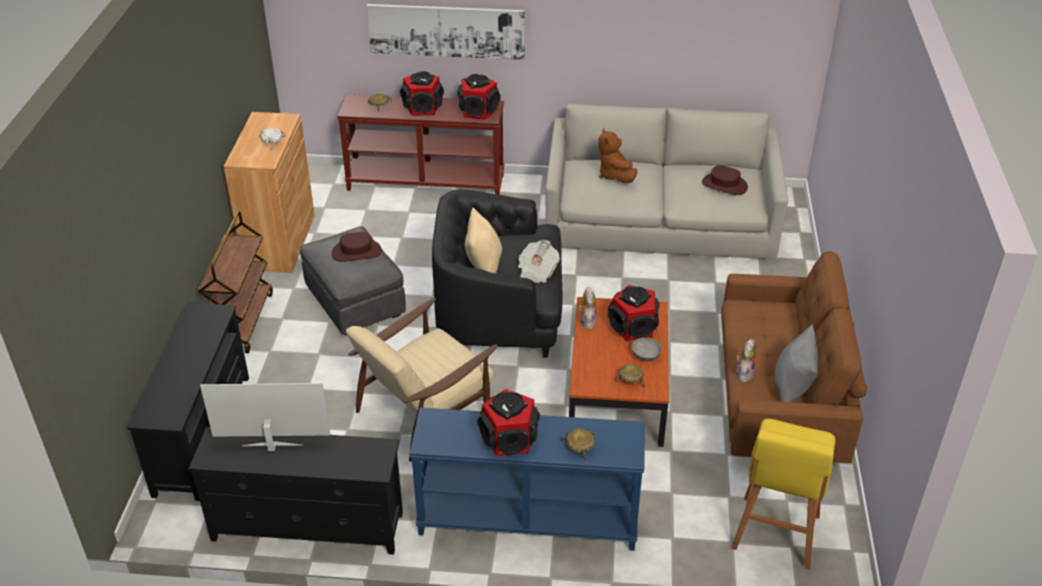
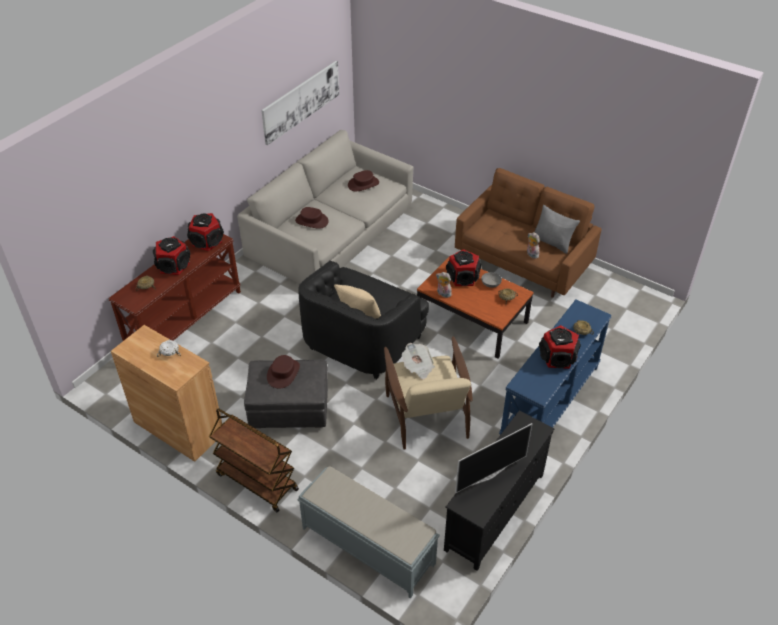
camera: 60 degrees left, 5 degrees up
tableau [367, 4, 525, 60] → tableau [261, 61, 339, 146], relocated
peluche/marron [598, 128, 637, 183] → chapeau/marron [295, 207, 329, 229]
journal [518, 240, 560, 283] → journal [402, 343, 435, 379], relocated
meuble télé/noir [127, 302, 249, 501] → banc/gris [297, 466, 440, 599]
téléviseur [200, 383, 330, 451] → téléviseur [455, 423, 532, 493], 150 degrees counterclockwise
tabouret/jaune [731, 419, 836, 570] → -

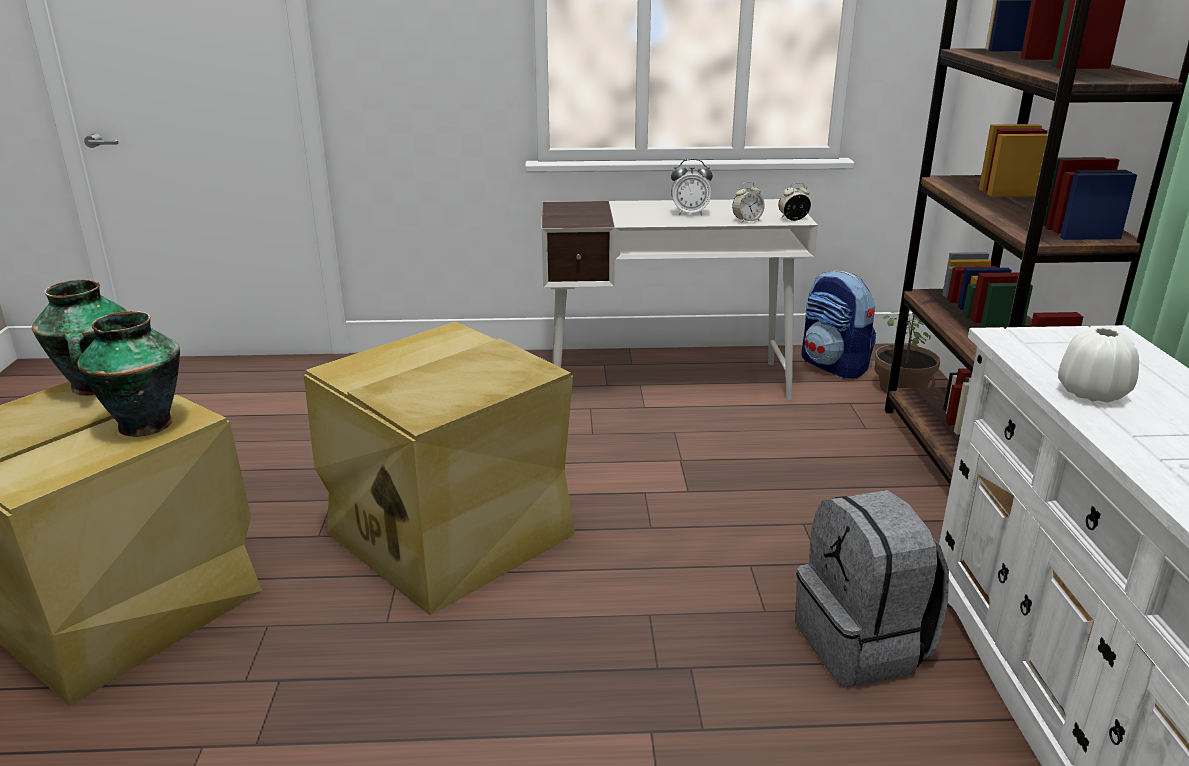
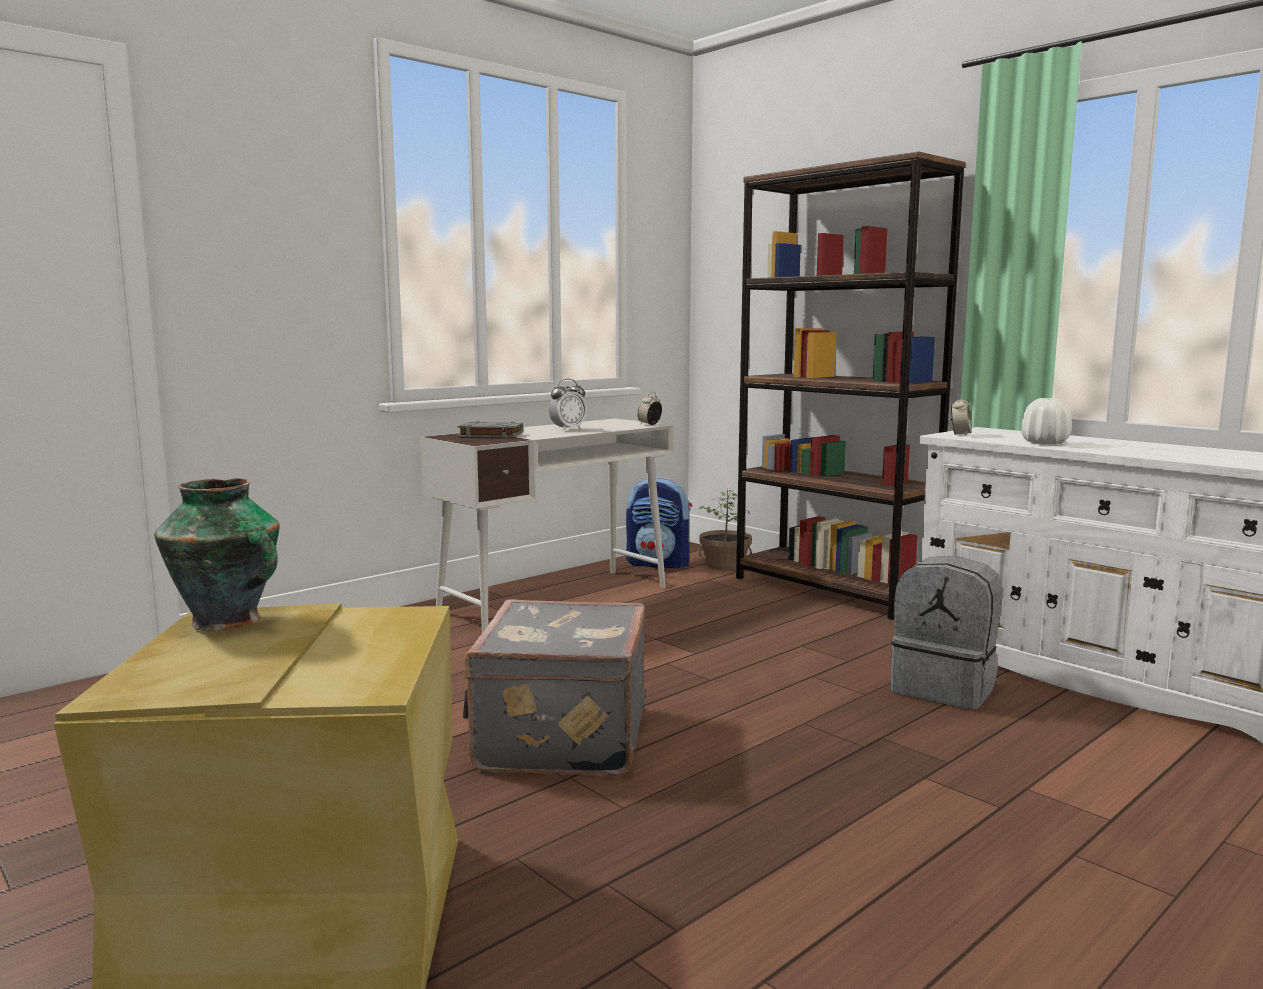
camera: 40 degrees left, 15 degrees down
réveil [732, 182, 765, 223] → réveil [951, 394, 972, 436], relocated
vase [77, 311, 180, 437] → -
boîte de rangement/beige [304, 322, 575, 615] → valise/gris [463, 599, 645, 776]
- → livre/gris [458, 421, 523, 438]

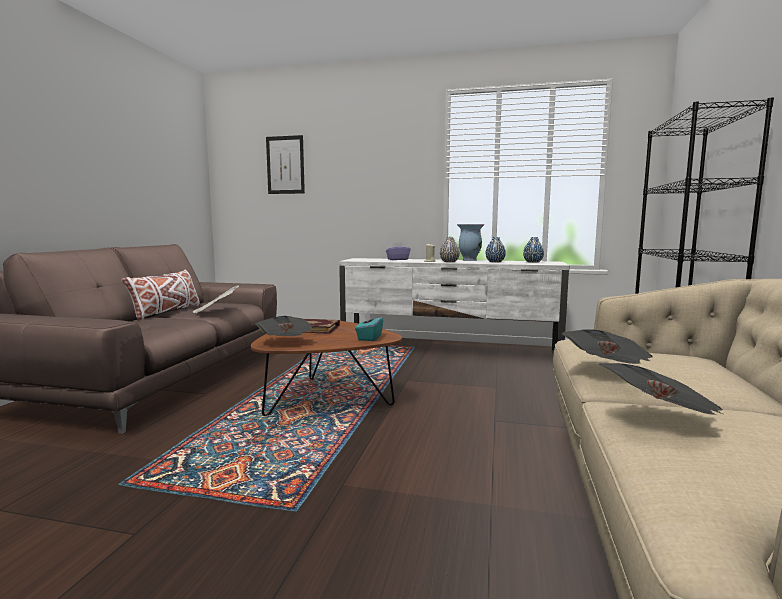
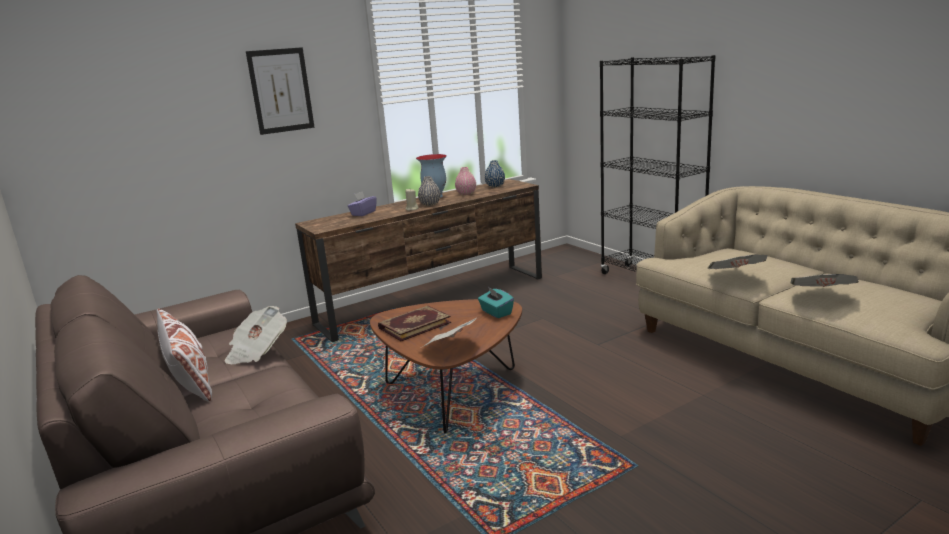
camera: 45 degrees left, 10 degrees up
tableau [266, 135, 305, 194] → tableau [246, 47, 315, 135], relocated
vase/bleu [485, 237, 506, 262] → vase/rose [455, 167, 476, 195]
meuble télé/blanc [339, 258, 570, 355] → meuble télé/marron [295, 179, 542, 342]

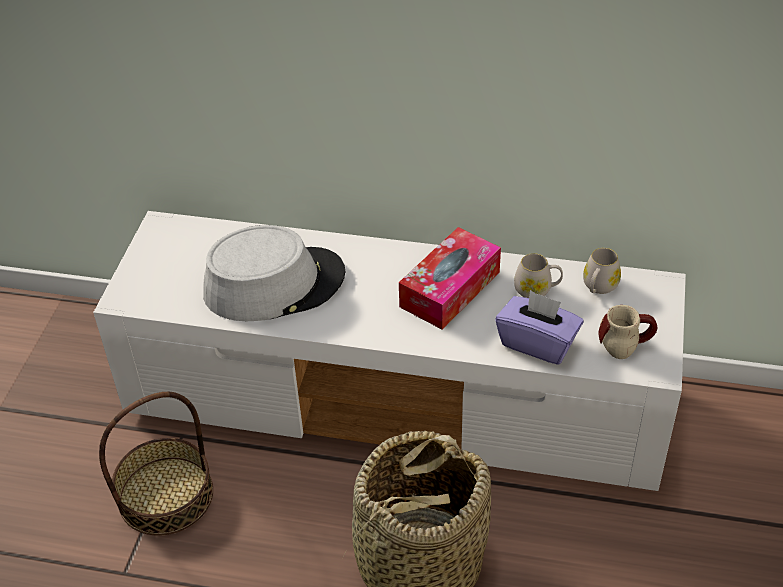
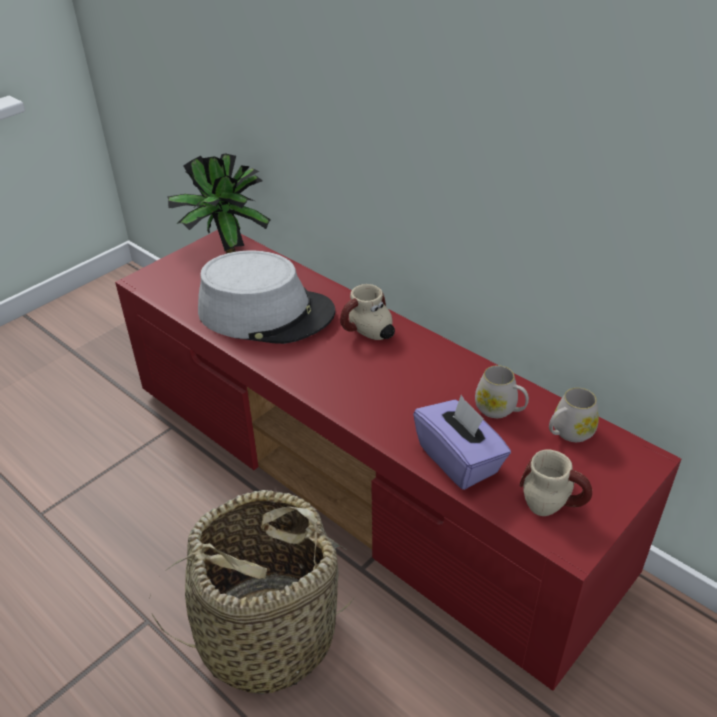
camera: 30 degrees right, 5 degrees down
meuble télé/blanc [93, 211, 686, 491] → meuble télé/rouge [115, 230, 681, 691]
boîte à mouchoirs [399, 227, 501, 330] → -
panier [99, 392, 213, 536] → -
- → plante en pot [167, 153, 271, 254]
- → mug [340, 284, 395, 340]

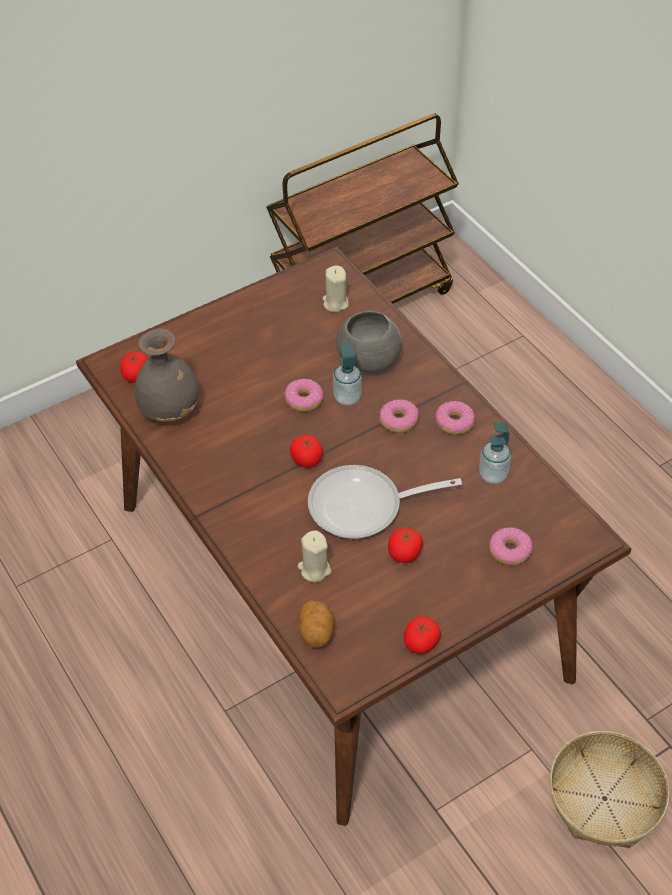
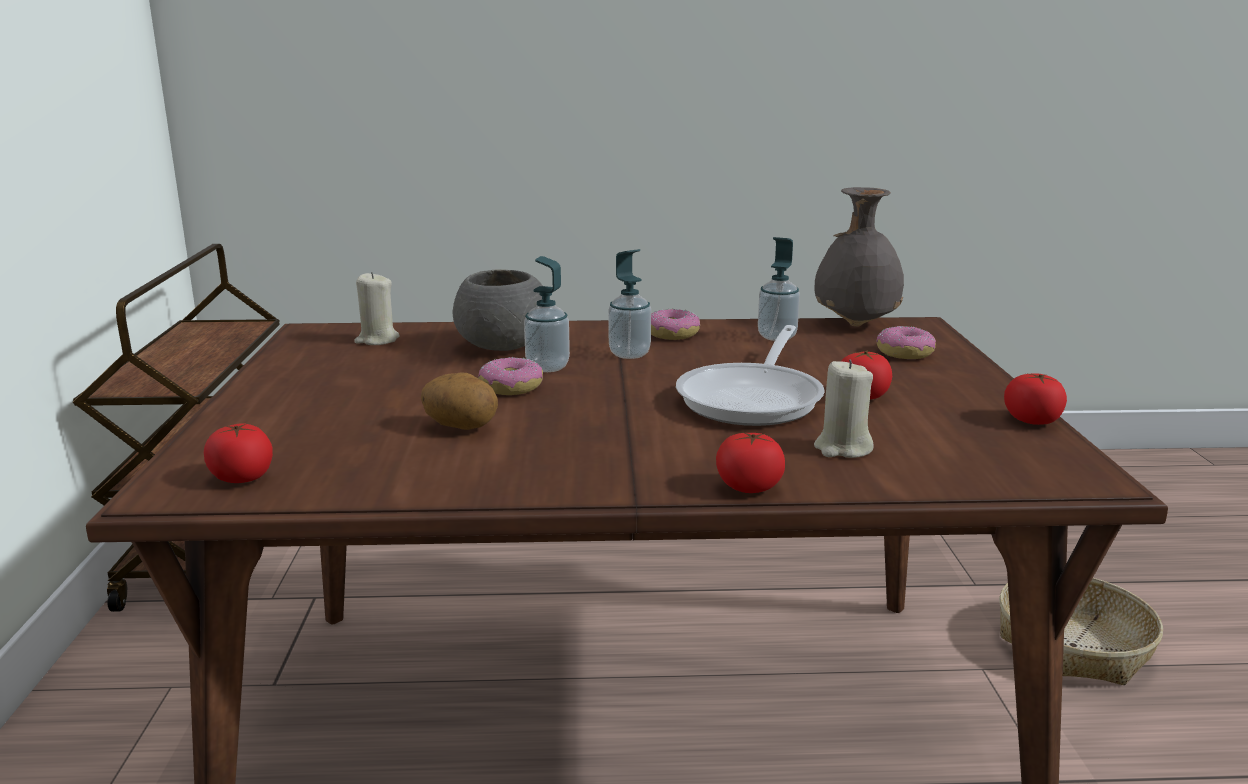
camera: 60 degrees left, 30 degrees down
vase/gris [135, 328, 199, 422] → vase/gris [815, 187, 904, 327], relocated
beignet [380, 399, 419, 433] → distributeur de savon [608, 249, 651, 359]
tomate [290, 435, 323, 468] → tomate [716, 432, 785, 493], relocated
pomme de terre [299, 600, 335, 648] → pomme de terre [421, 372, 498, 430], relocated

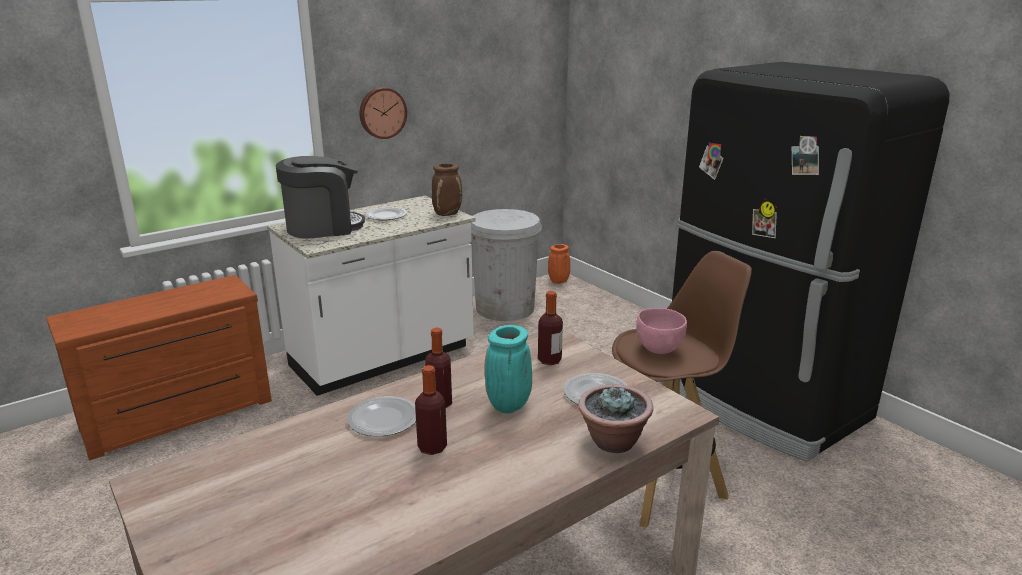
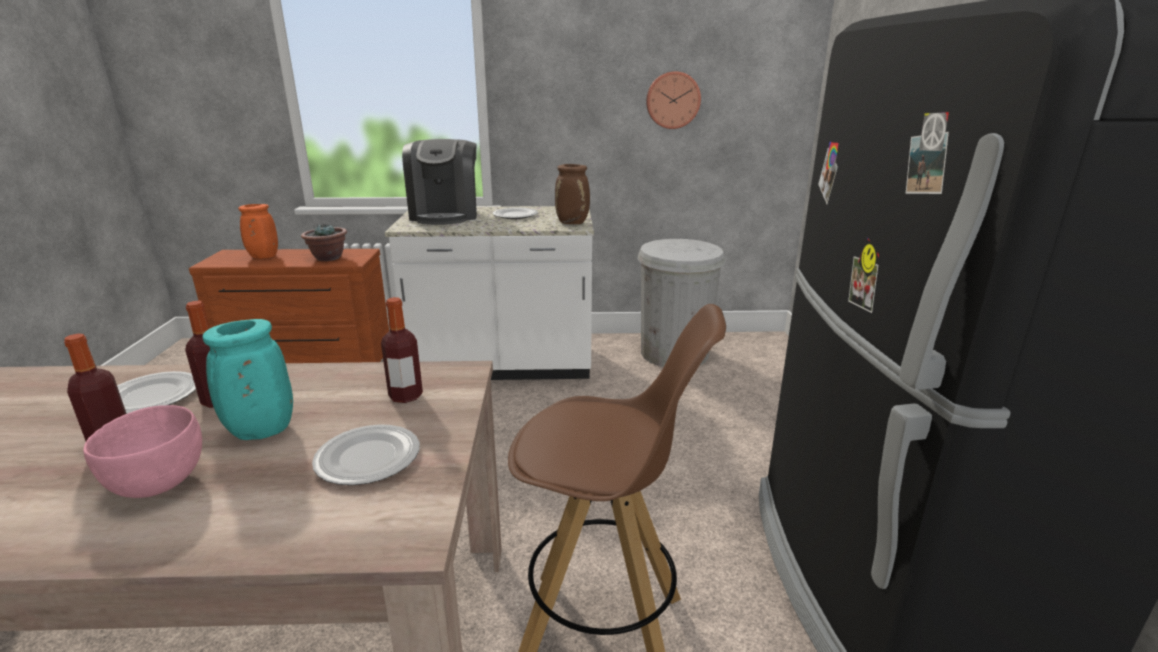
camera: 35 degrees right, 0 degrees up
horloge murale [359, 87, 407, 139] → horloge murale [646, 71, 701, 129], relocated
machine à café [276, 156, 365, 239] → machine à café [402, 139, 477, 225], 75 degrees clockwise
vase/orange [548, 244, 570, 284] → vase/orange [238, 204, 278, 259], relocated
bol/rose [636, 308, 687, 354] → bol/rose [83, 405, 202, 498], relocated
plante en pot [578, 385, 653, 453] → plante en pot [301, 223, 347, 261], relocated

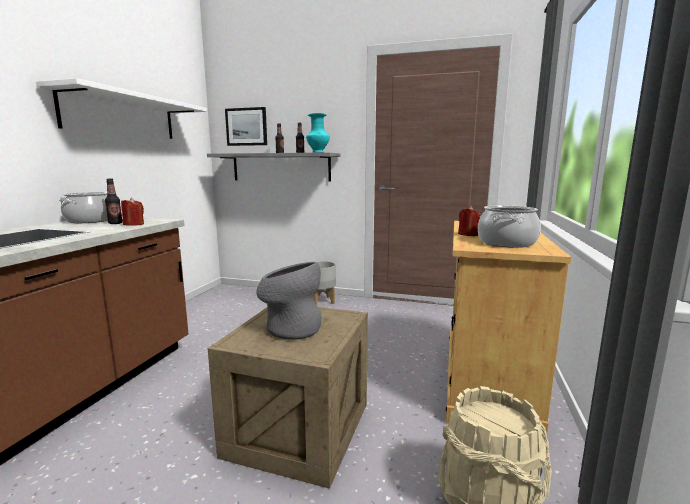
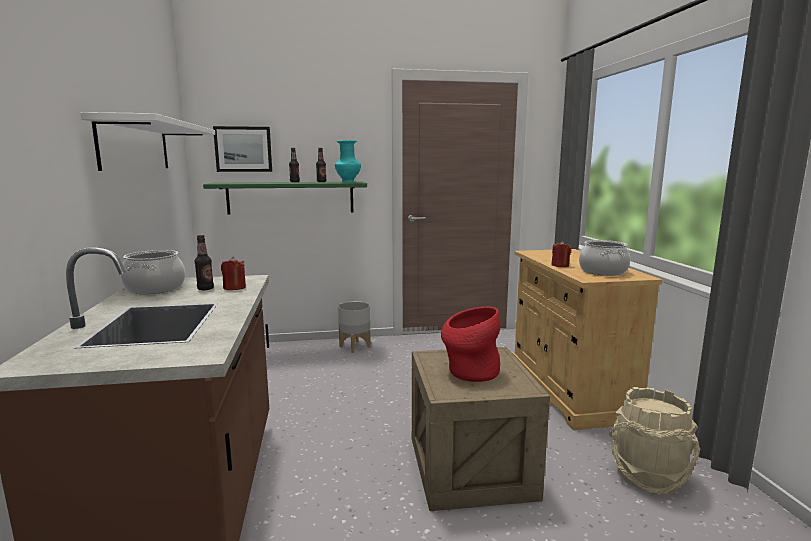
camera: 25 degrees left, 0 degrees up
étagère/gris [207, 152, 341, 181] → étagère/vert [203, 182, 367, 214]
vase/gris [256, 262, 321, 340] → vase/rouge [441, 307, 501, 382]

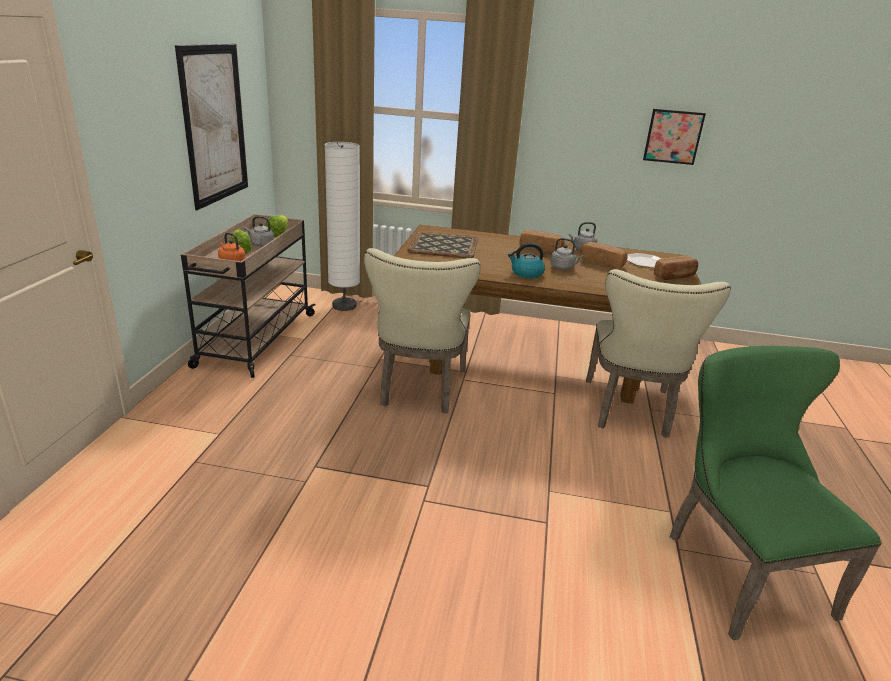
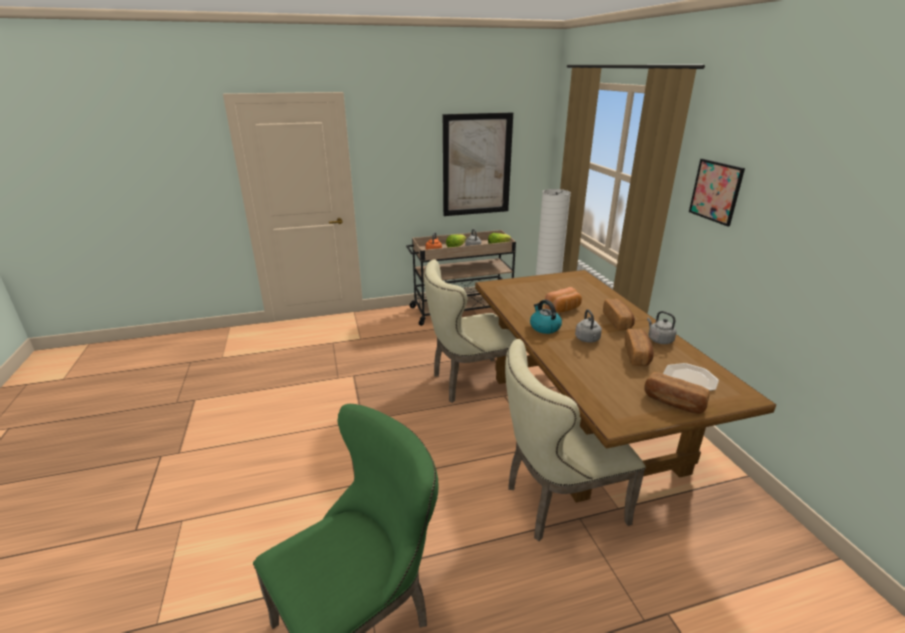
camera: 65 degrees right, 0 degrees up
tableau [643, 109, 706, 165] → tableau [689, 159, 745, 227], relocated
plateau [407, 231, 478, 258] → -
- → pain [545, 287, 582, 312]

